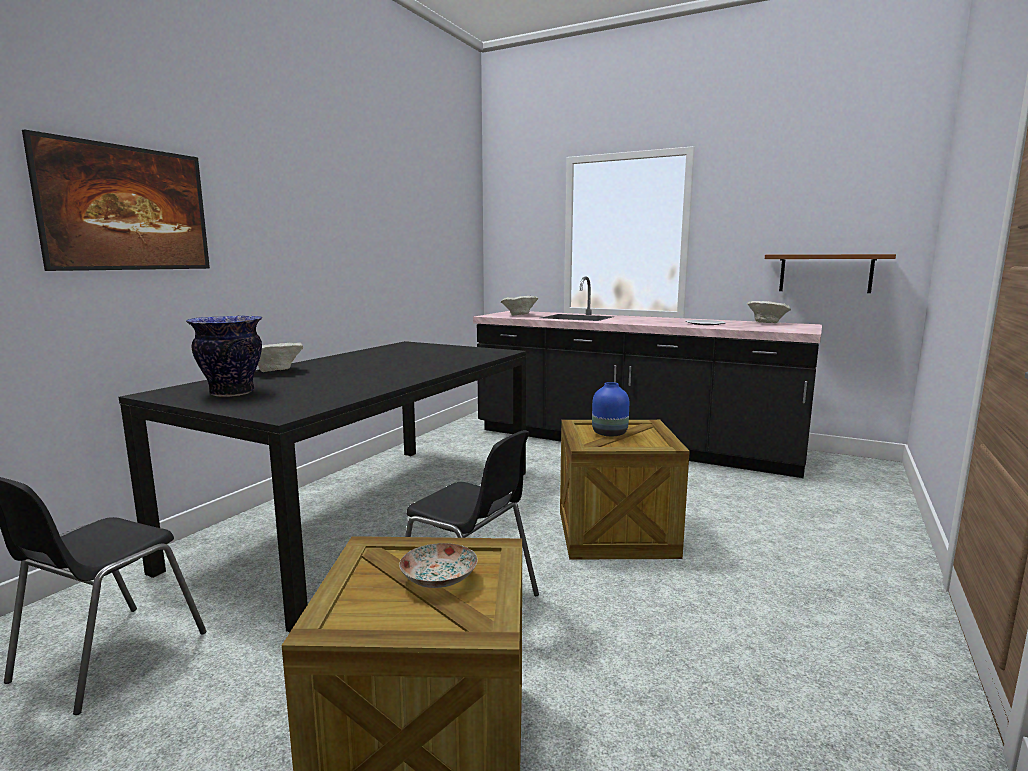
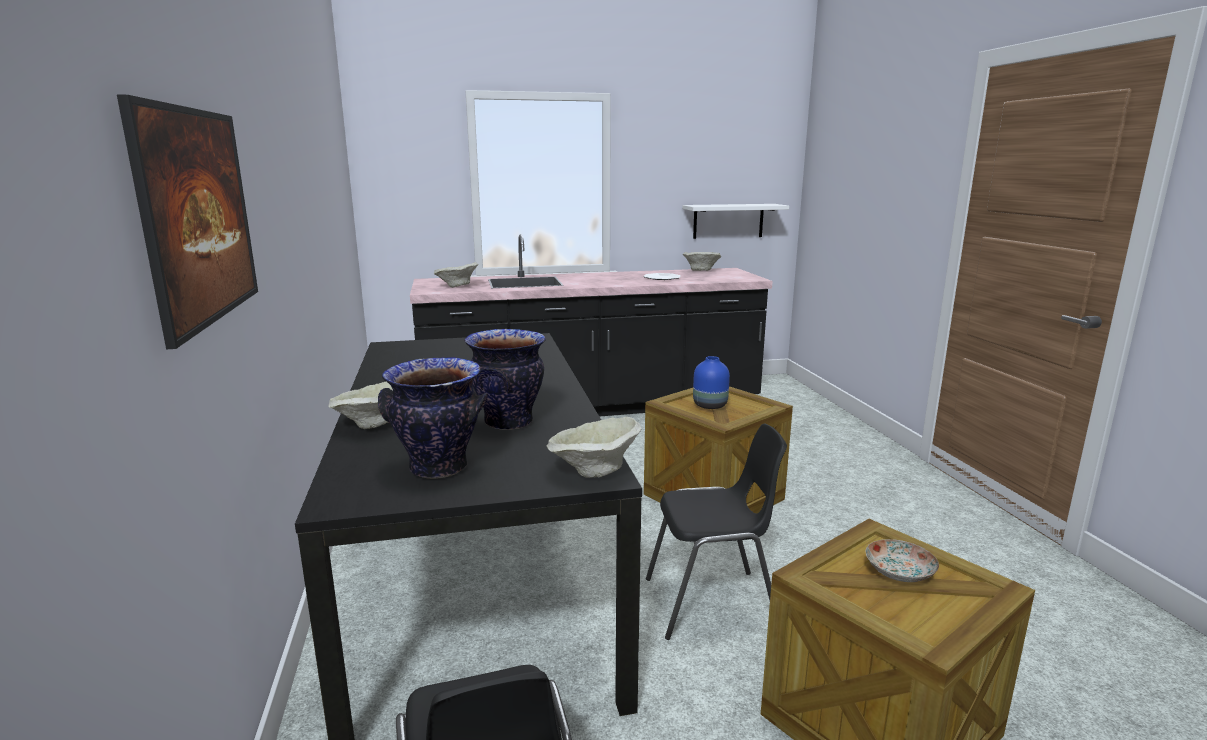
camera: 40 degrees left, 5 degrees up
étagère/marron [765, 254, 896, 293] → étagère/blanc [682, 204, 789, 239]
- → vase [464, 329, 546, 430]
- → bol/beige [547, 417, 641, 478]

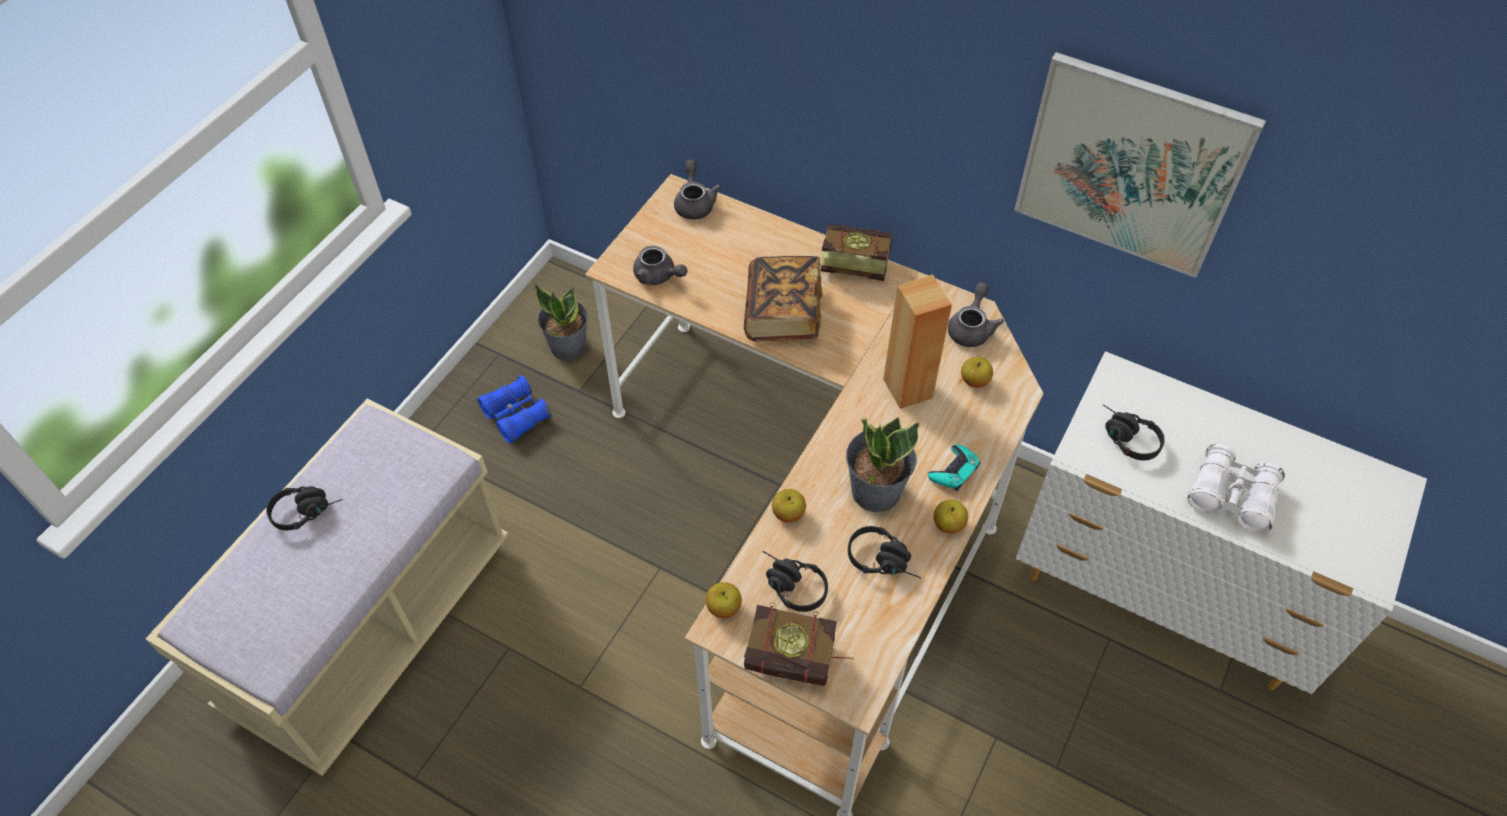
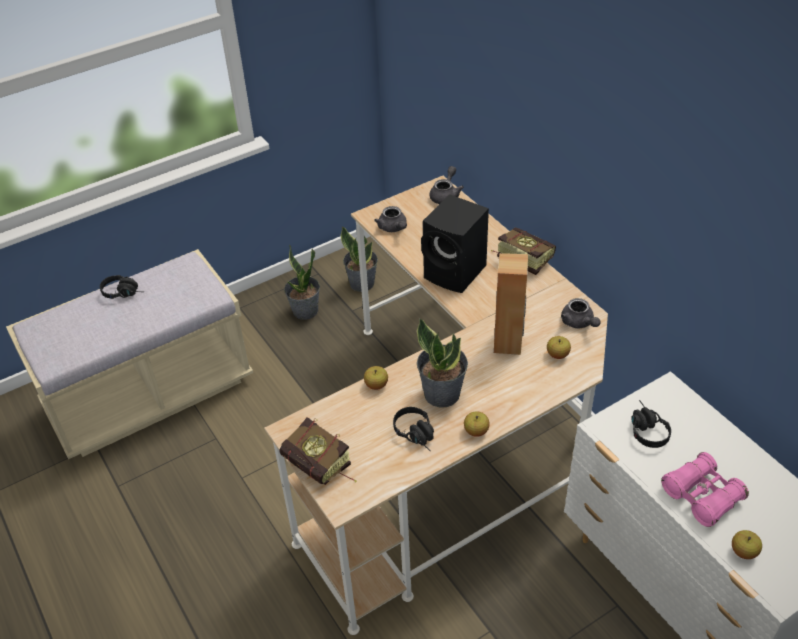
camera: 30 degrees right, 10 degrees down
tableau [1014, 52, 1266, 278] → -
livre [744, 256, 823, 342] → enceinte/noir [421, 194, 489, 293]
théière/gris [948, 282, 1004, 347] → théière/gris [561, 298, 601, 328], 105 degrees clockwise
jumelles/bleu [477, 375, 552, 443] → plante en pot [284, 244, 320, 320]
manette/turquoise [928, 444, 980, 491] → -
jumelles/blanc [1188, 444, 1285, 533] → jumelles/rose [661, 452, 749, 527]
casque audio/noir [763, 551, 828, 612] → -
pomme [706, 582, 742, 618] → pomme [732, 530, 762, 559], relocated

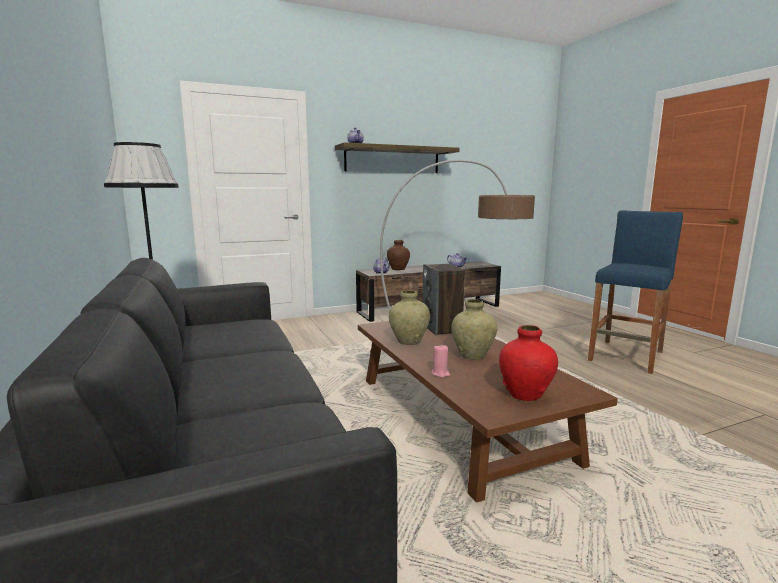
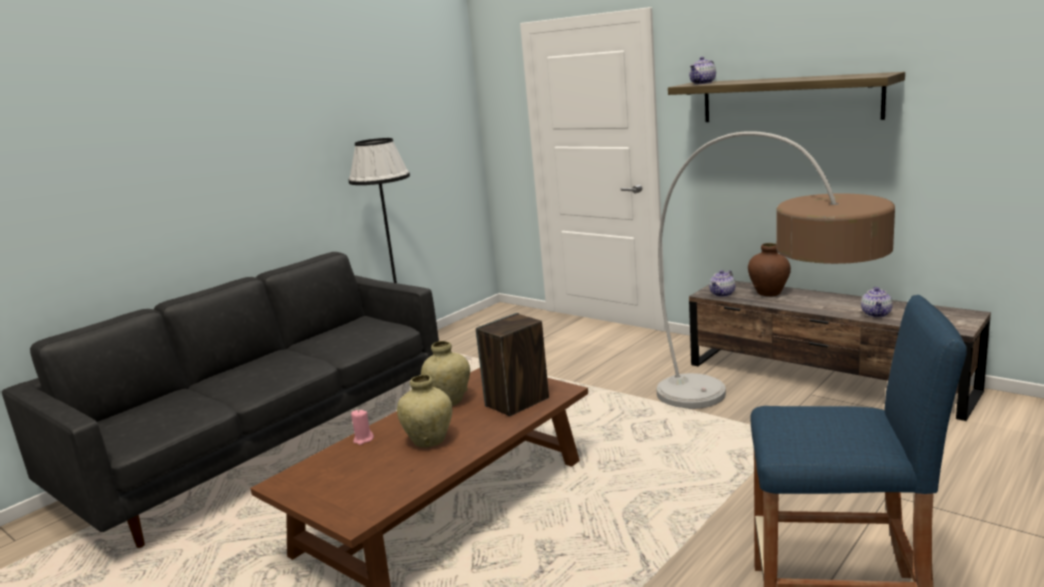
camera: 65 degrees right, 5 degrees up
vase/rouge [499, 325, 558, 401] → -

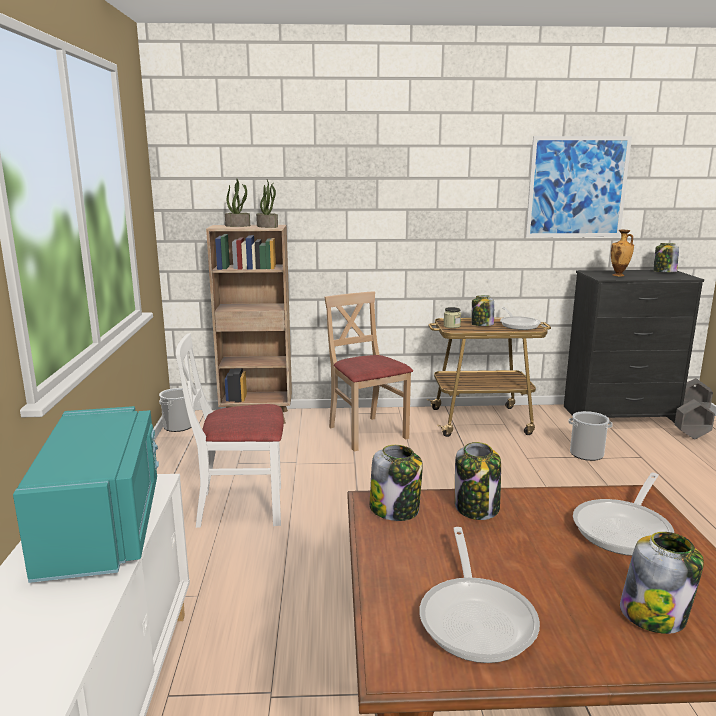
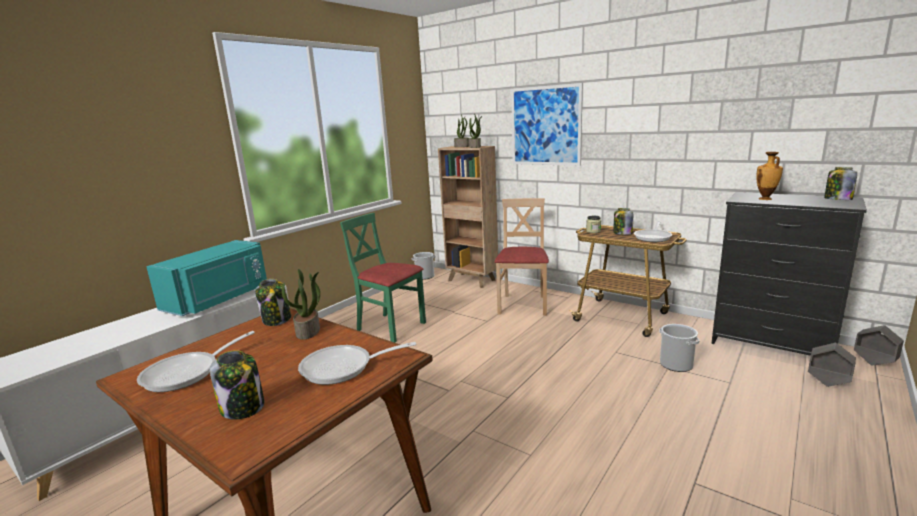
camera: 40 degrees right, 0 degrees up
tableau [526, 136, 632, 237] → tableau [511, 83, 583, 166], relocated
chaise/blanc [176, 333, 284, 528] → chaise/vert [340, 213, 426, 343]
bocal [455, 442, 501, 520] → plante en pot [282, 269, 320, 340]

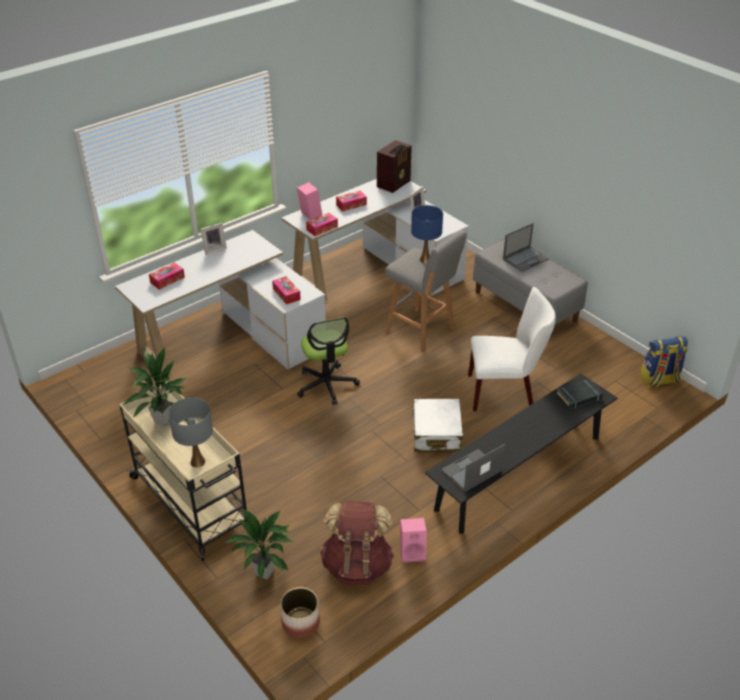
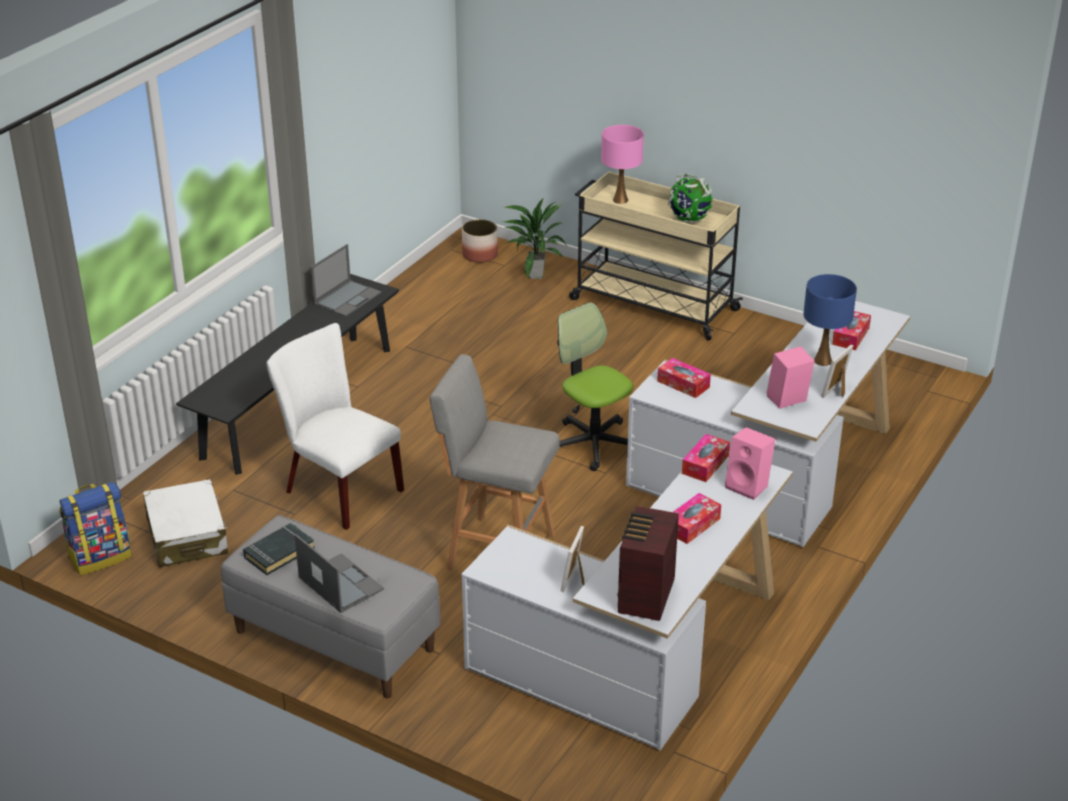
camera: 160 degrees right, 5 degrees down
lampe de table/bleu [411, 205, 443, 263] → lampe de table/bleu [803, 274, 857, 366], relocated
ordinateur portable [503, 223, 549, 272] → ordinateur portable [294, 534, 384, 613], 105 degrees clockwise
chaise/blanc [468, 287, 556, 411] → chaise/blanc [267, 323, 404, 530], 60 degrees clockwise
plante en pot [123, 346, 187, 427] → globe [668, 174, 714, 223]
livre/noir [556, 379, 603, 409] → livre/noir [243, 523, 315, 575], relocated
lampe de table/gris [168, 397, 213, 468] → lampe de table/rose [601, 125, 644, 204]
valise/blanc [412, 399, 463, 452] → valise/blanc [143, 479, 228, 567], relocated
sac à dos/marron [320, 501, 394, 585] → -
enceinte/rose [400, 518, 427, 563] → enceinte/rose [766, 346, 815, 409], relocated

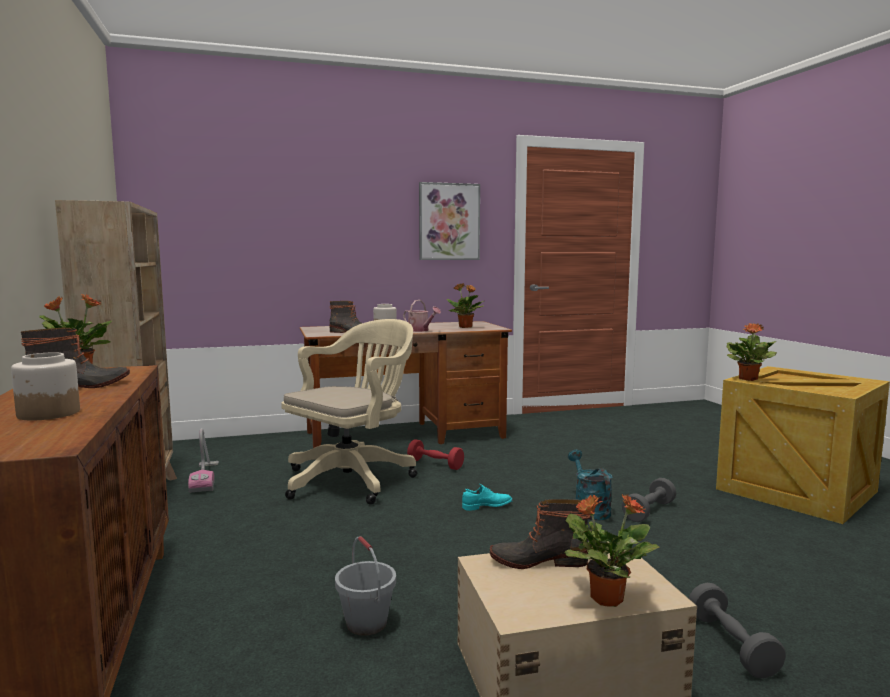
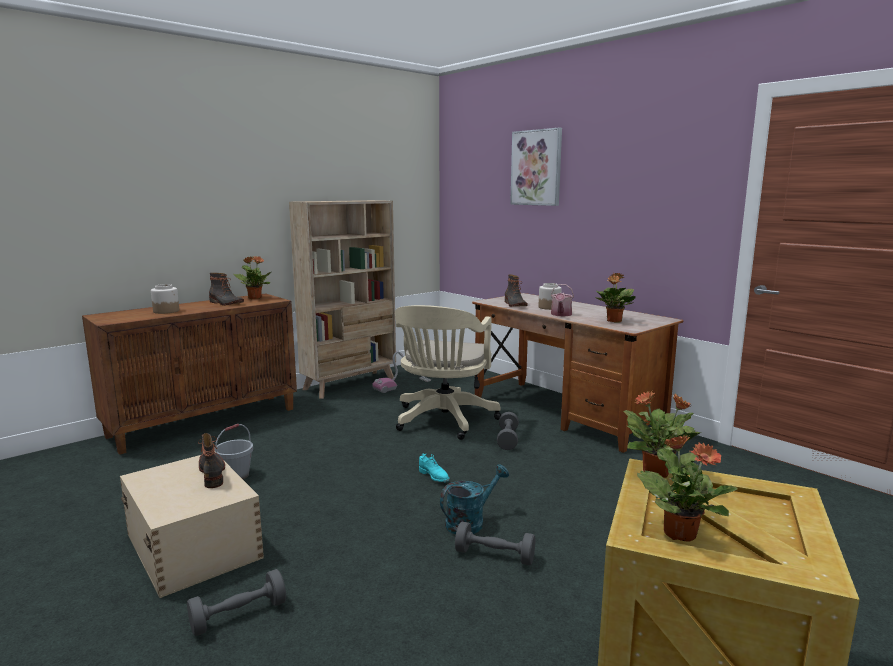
camera: 65 degrees right, 5 degrees up
tableau [419, 182, 480, 260] → tableau [510, 128, 562, 206], relocated
chaise de bureau/beige [282, 319, 417, 505] → chaise de bureau/beige [395, 305, 501, 440], 90 degrees clockwise
haltère/rouge [407, 439, 464, 470] → haltère/gris [497, 412, 519, 450]
plante en pot [564, 494, 659, 607] → plante en pot [637, 434, 738, 542], relocated

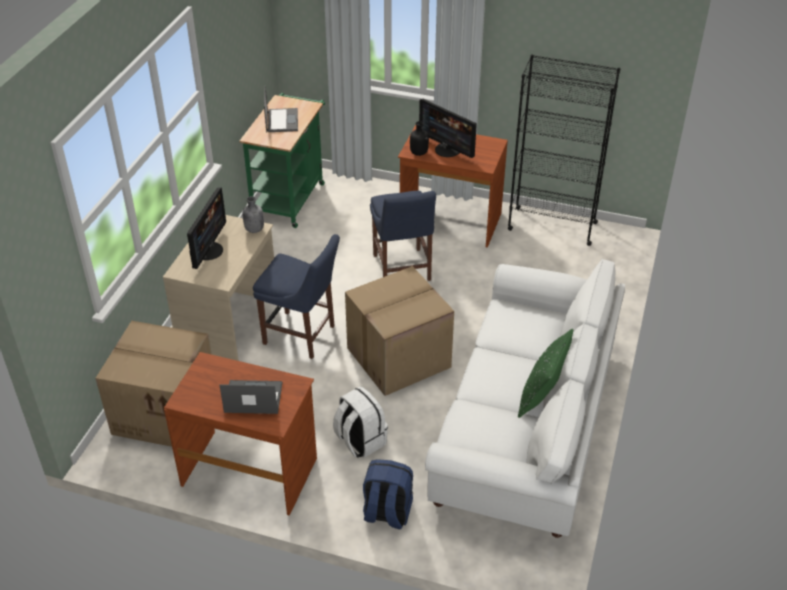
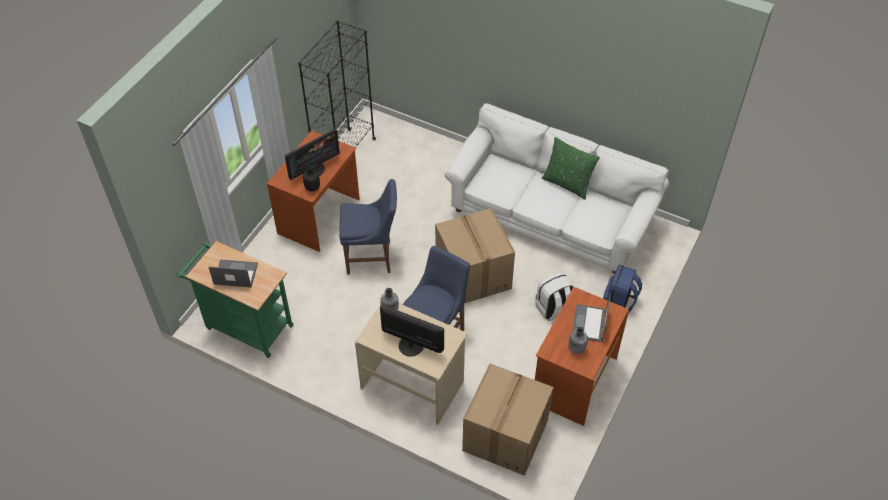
camera: 80 degrees left, 10 degrees up
- → bouteille/gris [568, 327, 588, 354]

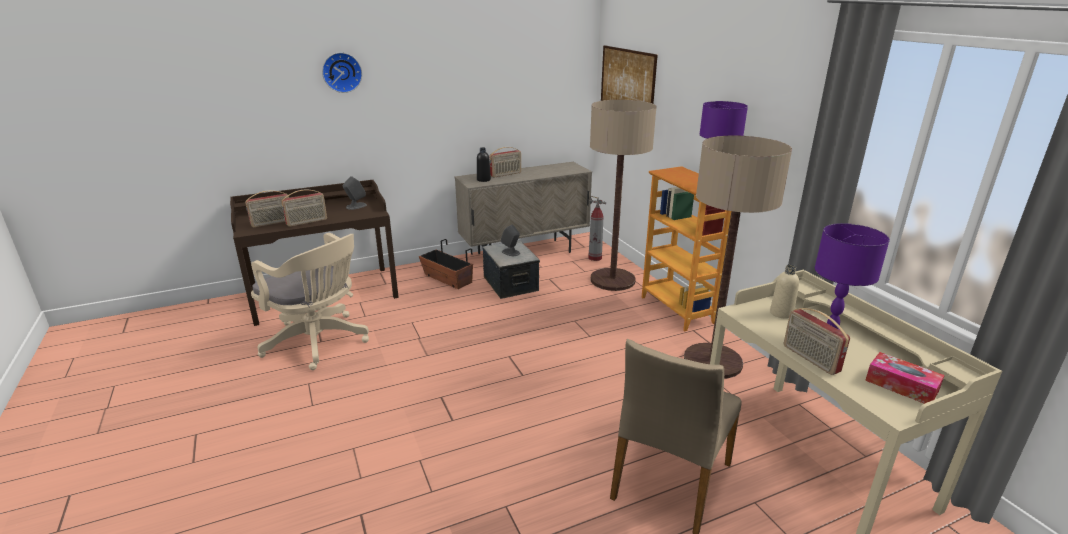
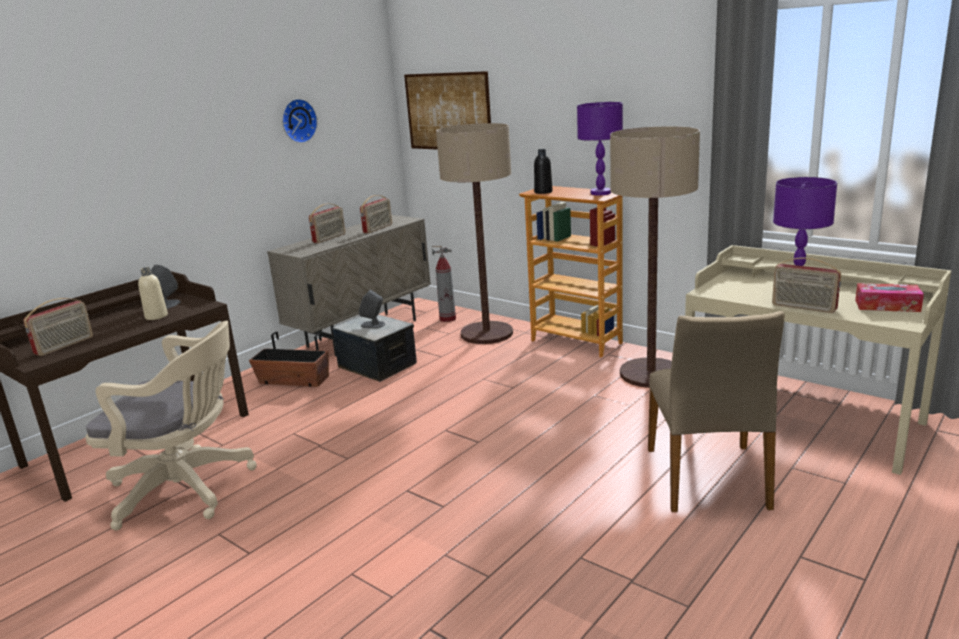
camera: 25 degrees left, 5 degrees down
horloge murale [322, 52, 362, 93] → horloge murale [282, 99, 318, 143], relocated
bouteille/noir [477, 147, 491, 182] → bouteille/noir [534, 149, 553, 194], relocated
radio [282, 189, 327, 227] → radio [360, 195, 392, 233], relocated
bouteille/beige [770, 265, 799, 319] → bouteille/beige [138, 267, 168, 320], relocated

